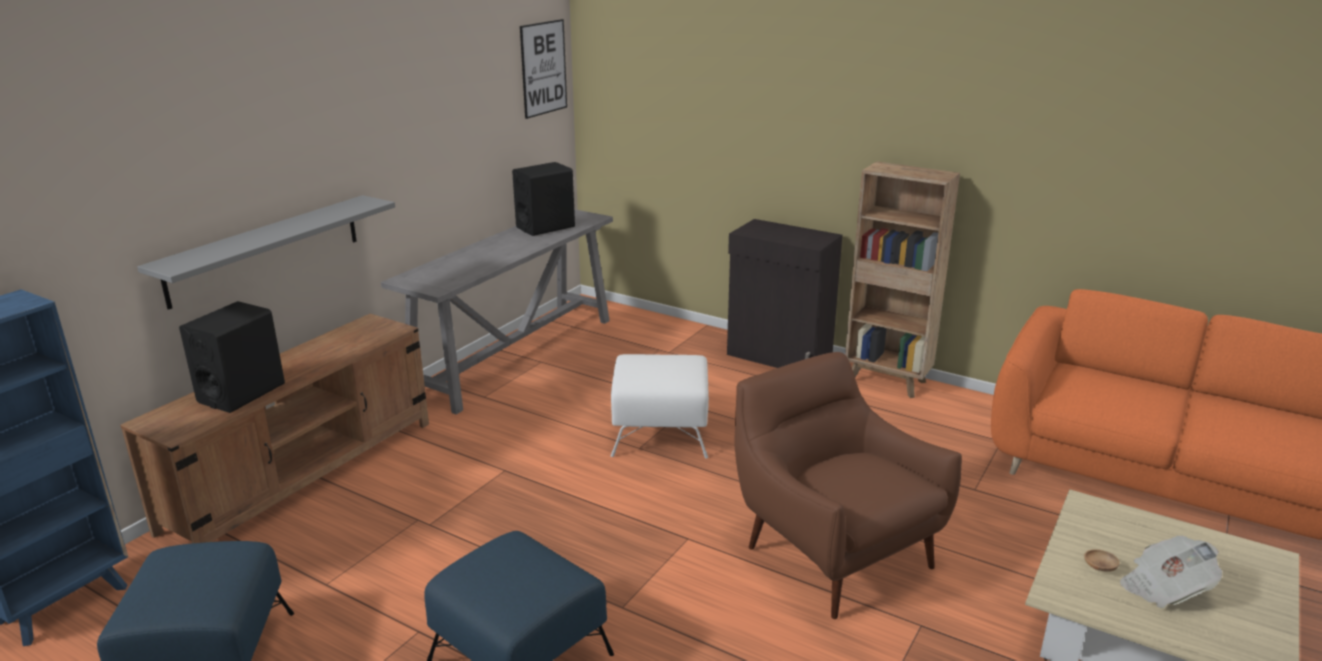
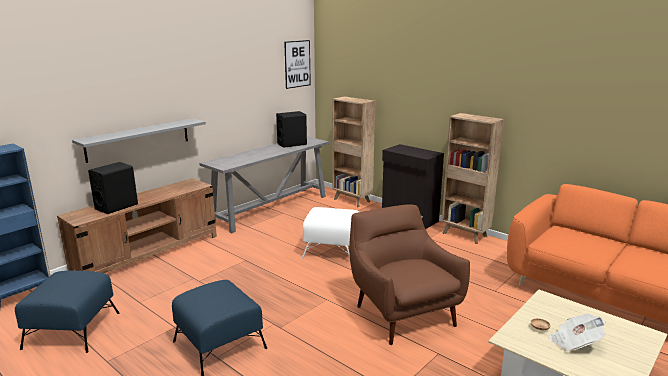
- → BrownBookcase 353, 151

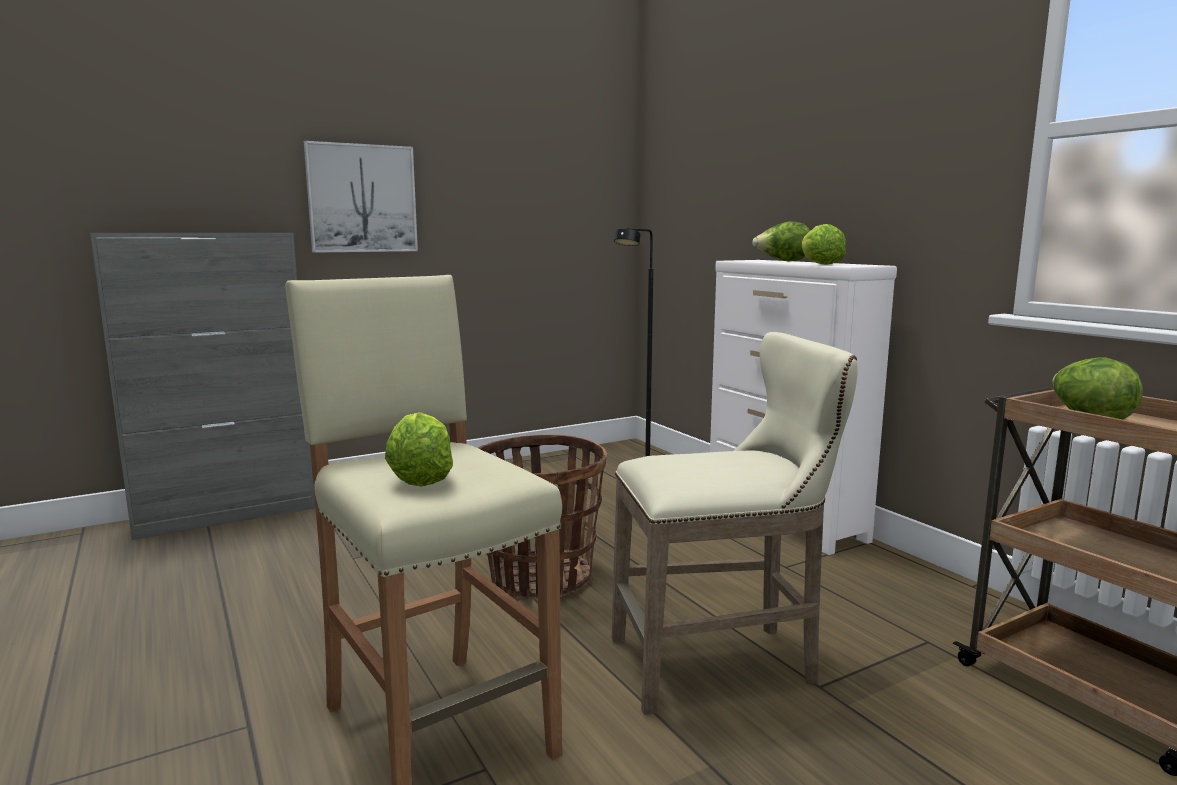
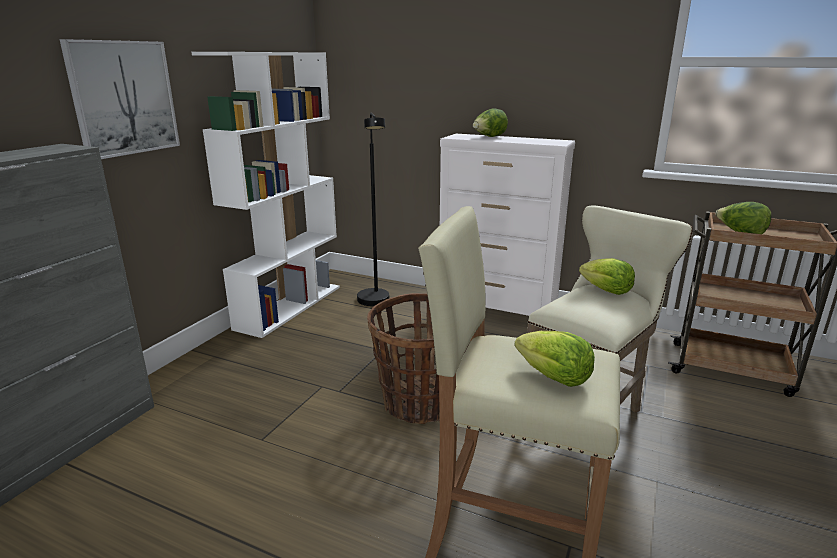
- → WhiteBookcase 266, 195
Lettuce 824, 244 → Lettuce 607, 276, move

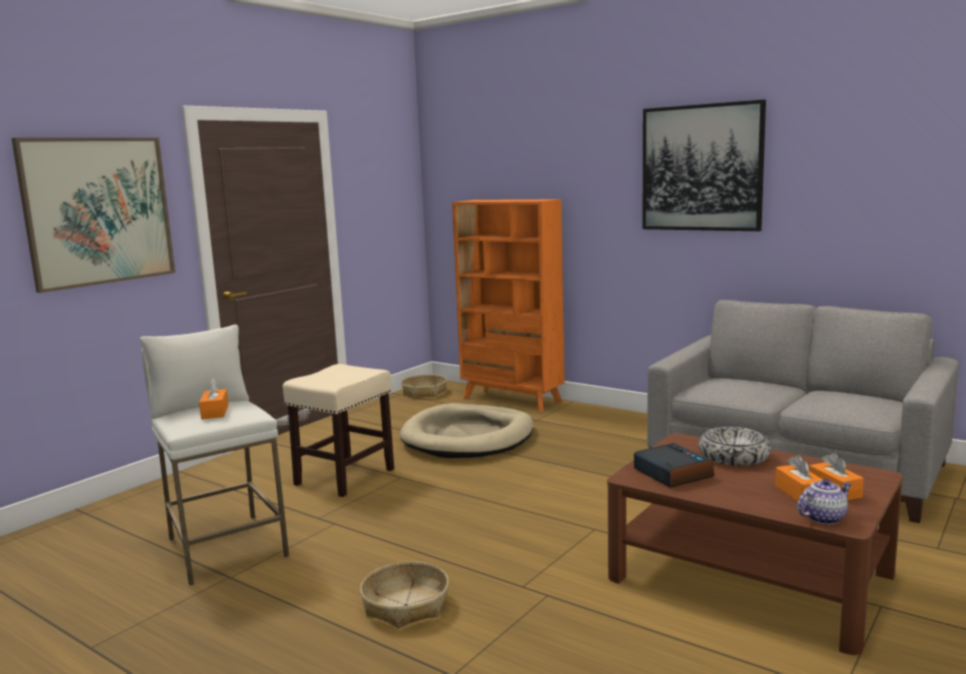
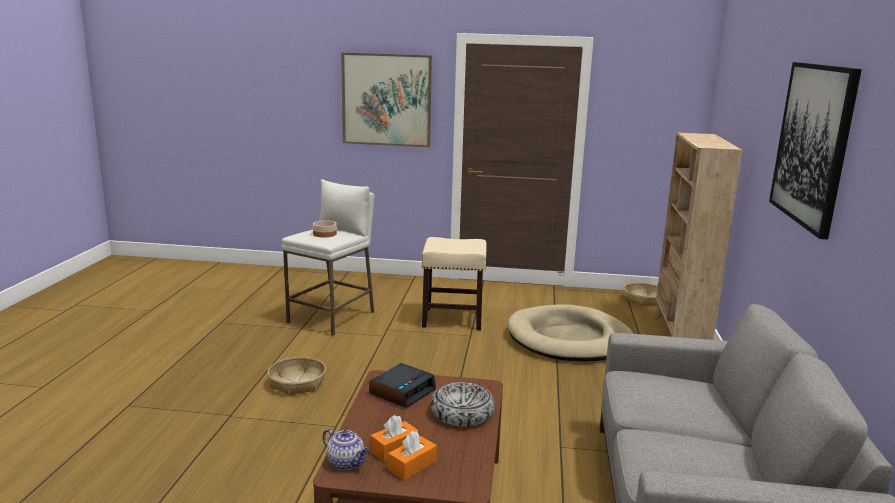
OrangeTissueBox 213, 398 → Bowl 325, 229
OrangeBookcase 508, 305 → BeigeBookcase 698, 236

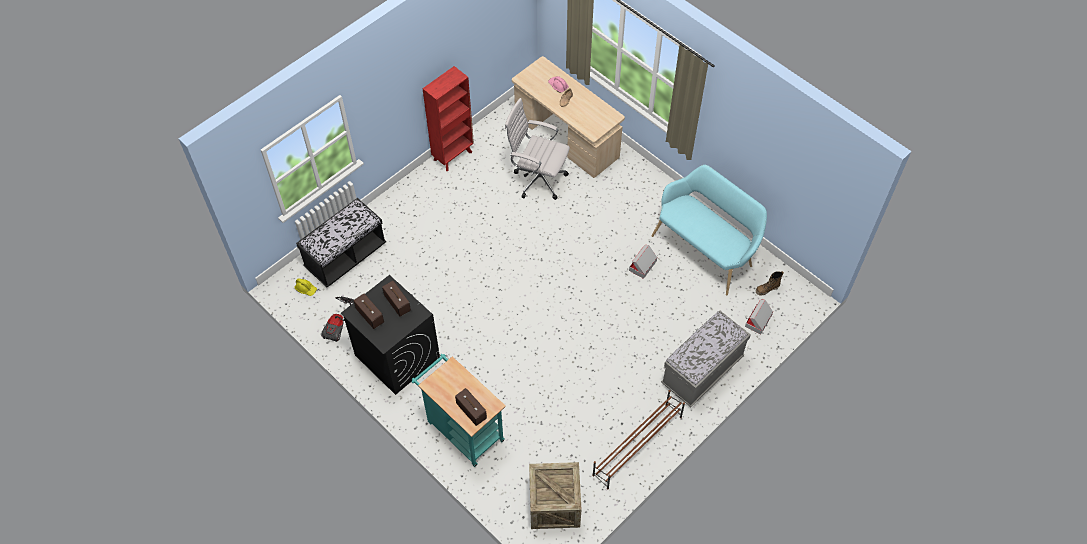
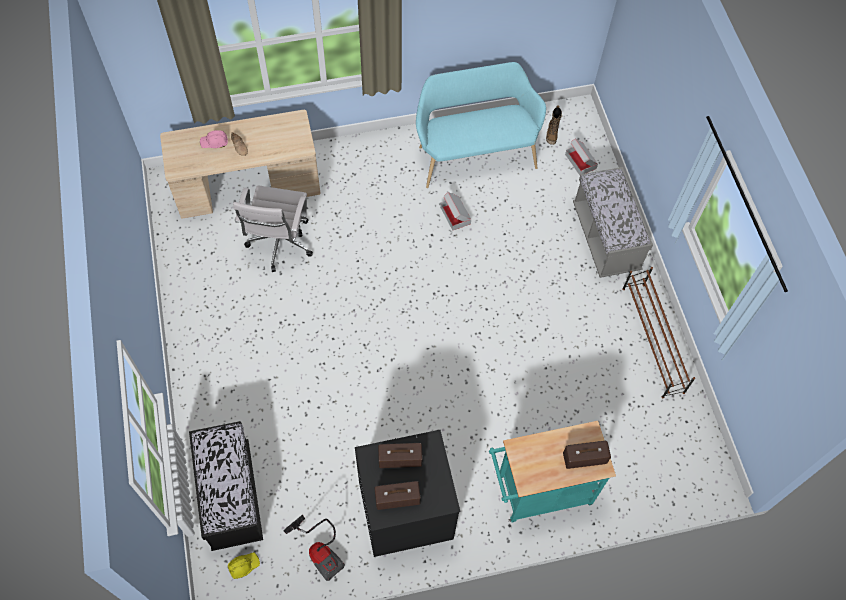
RedBookcase 448, 118 → -
Crate 555, 495 → -
WhiteOfficeChair 537, 149 → WhiteOfficeChair 273, 228, 45 degrees counterclockwise

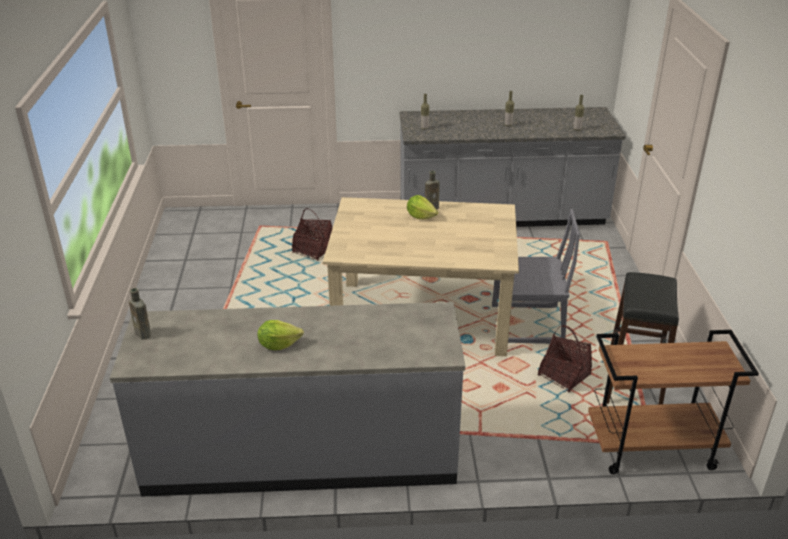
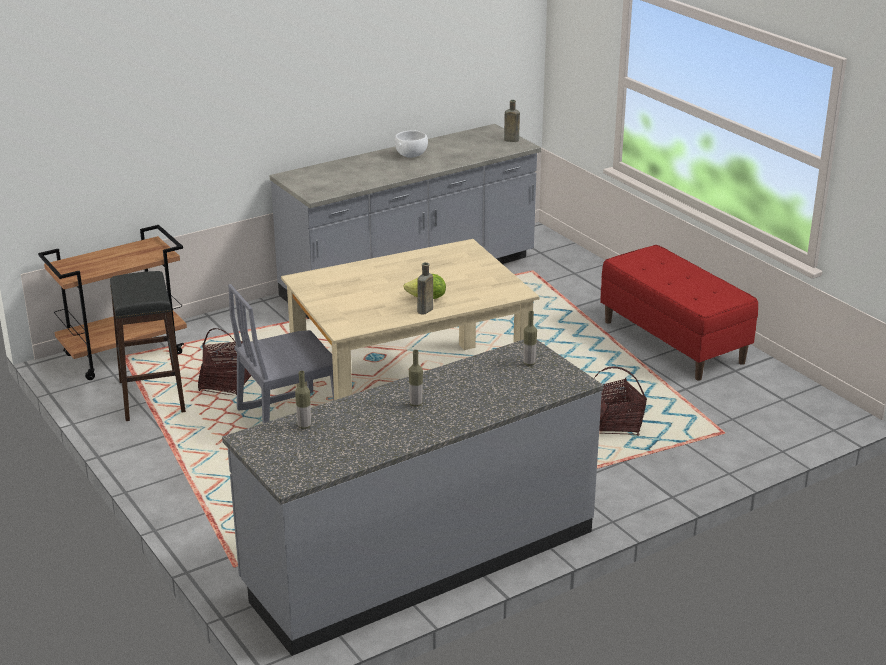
- → RedBench 679, 313
Lettuce 280, 335 → WhiteBowl 411, 144

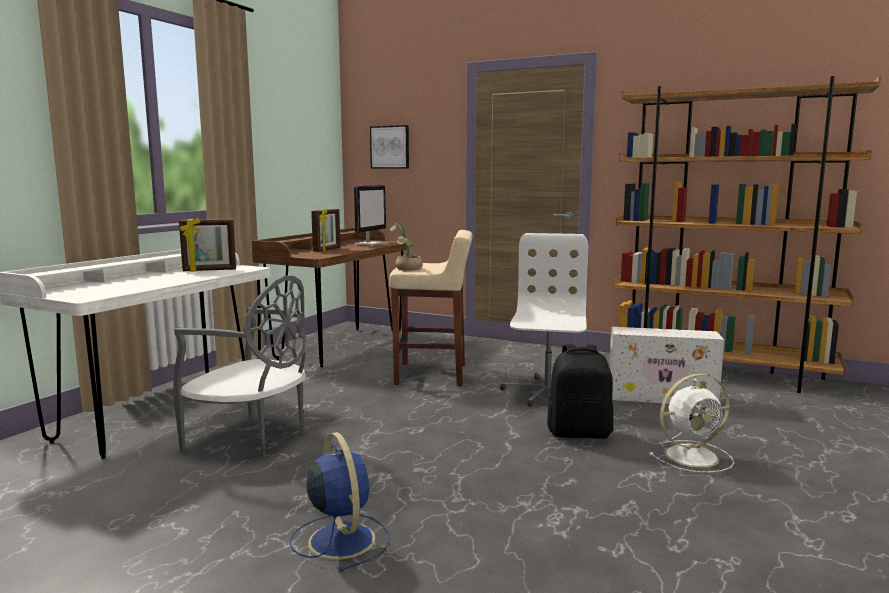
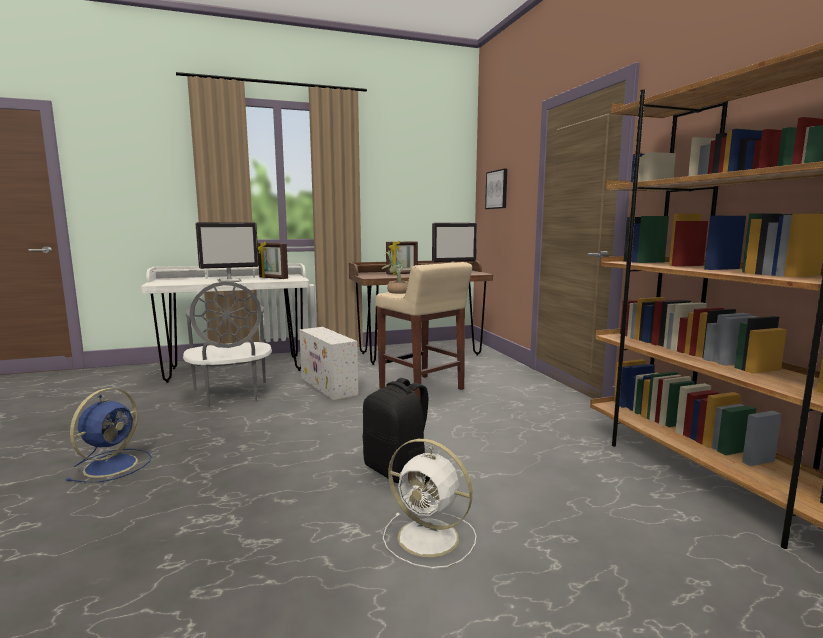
WhiteOfficeChair 544, 320 → -
- → Monitor 227, 252
WhiteStorageBox 666, 365 → WhiteStorageBox 328, 363, move

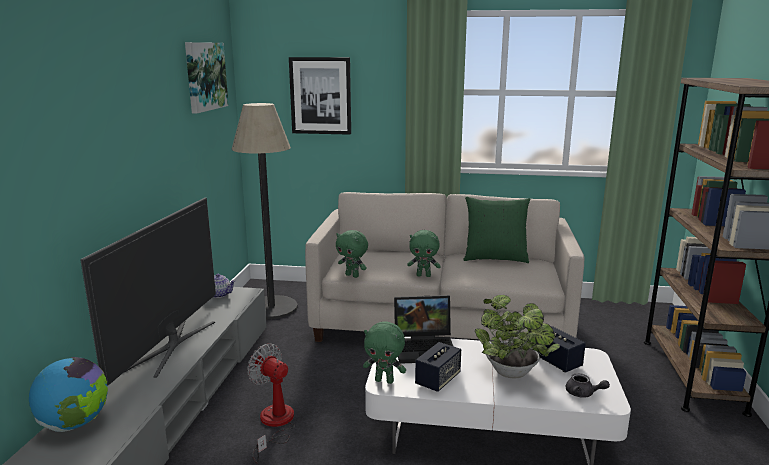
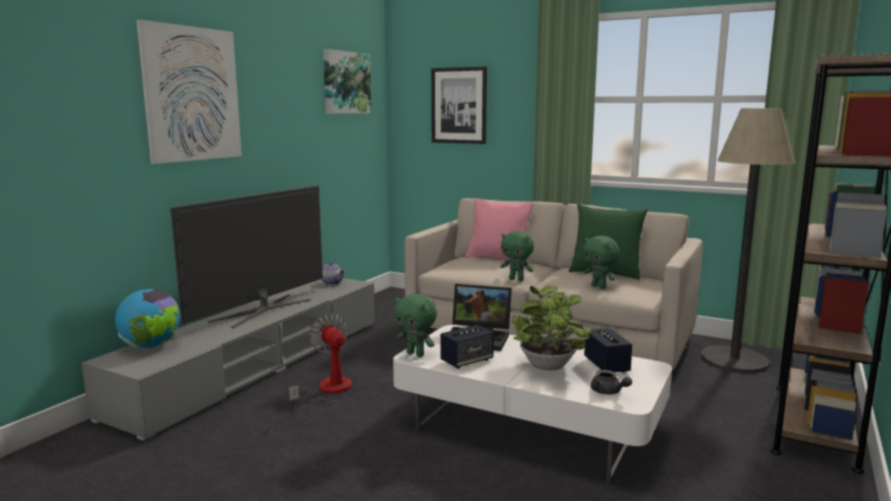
- → Picture 189, 92
- → PinkPillow 500, 229
FloorLamp 265, 211 → FloorLamp 748, 240, move
GreenPlushToy 352, 254 → GreenPlushToy 601, 262, move

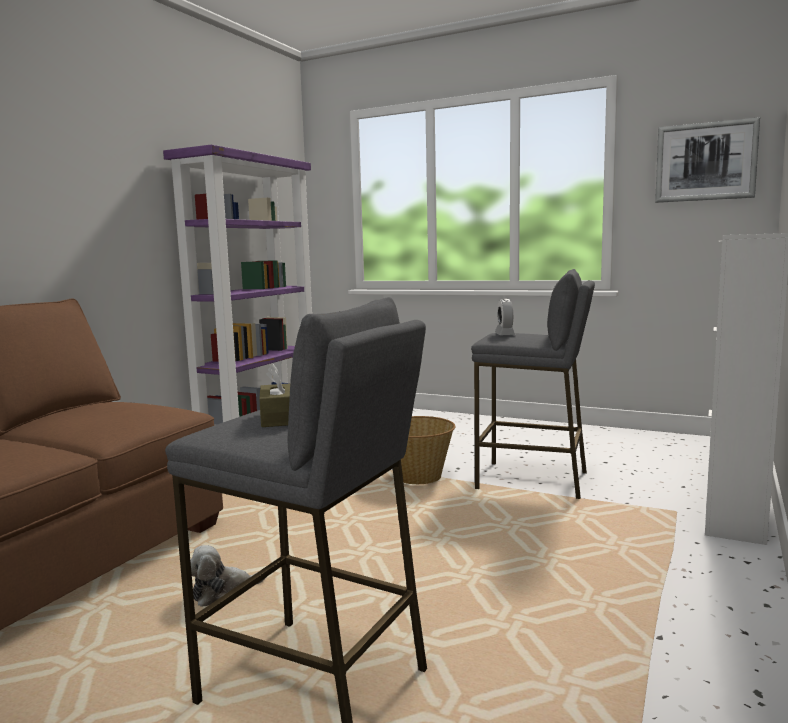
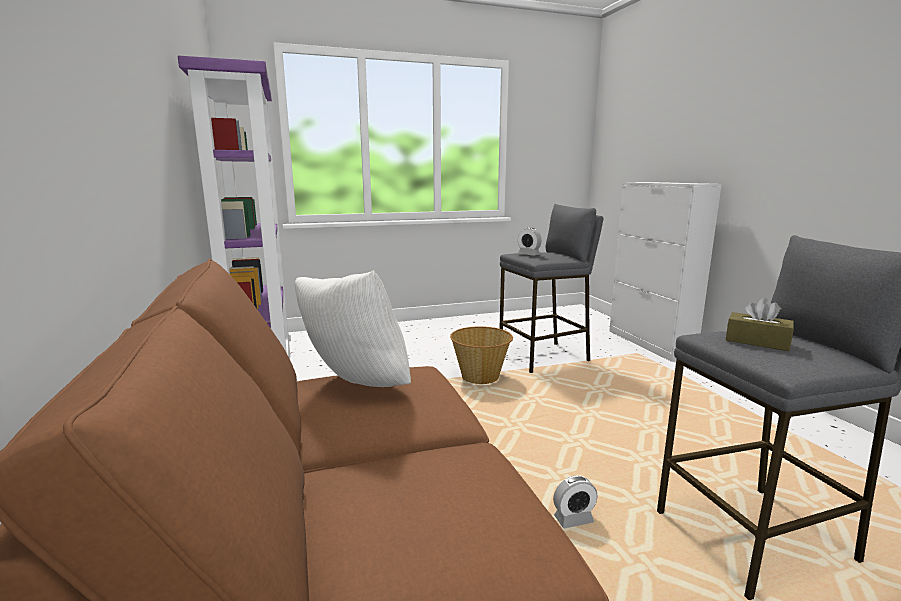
Picture 707, 160 → -
- → WhitePillow 353, 328
PlushToy 227, 575 → AlarmClock 575, 501

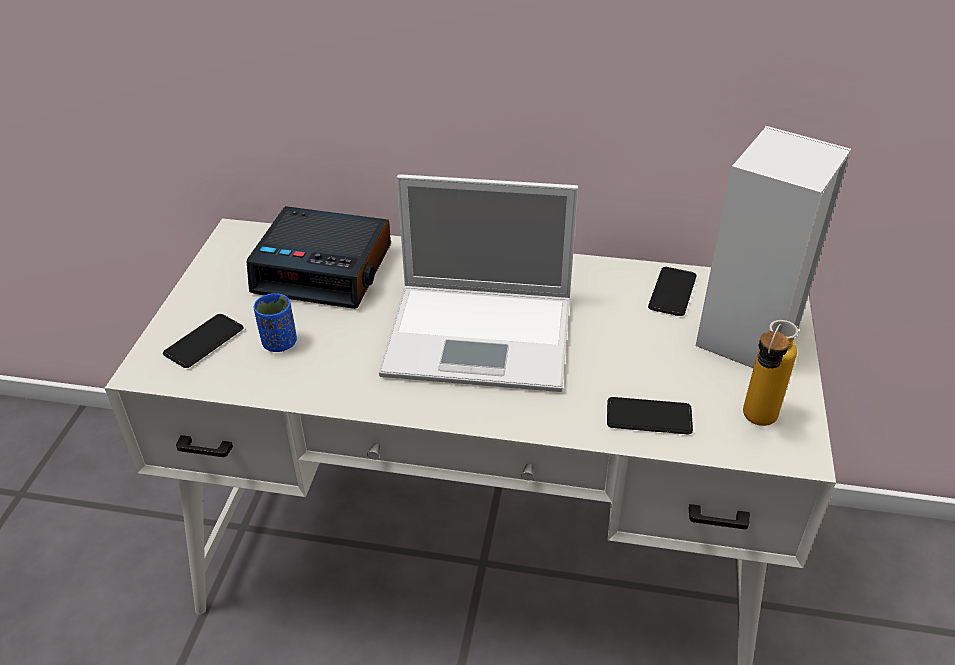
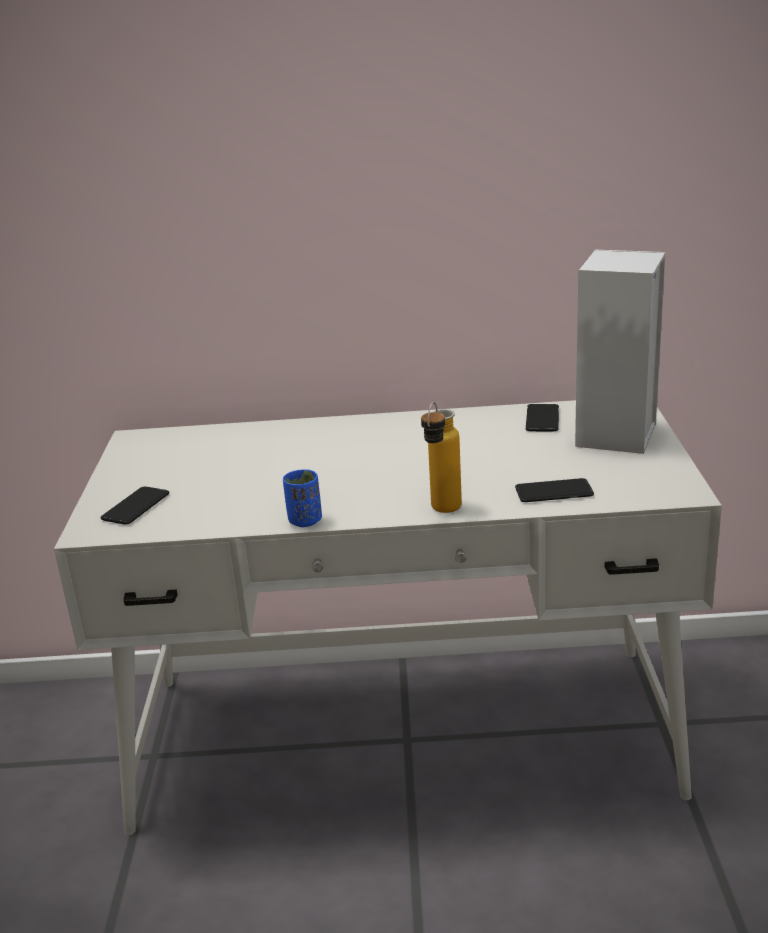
AlarmClock 318, 257 → -
Laptop 478, 283 → -
BlueCup 275, 322 → BlueCup 302, 498, move
Bottle 771, 373 → Bottle 441, 457, move

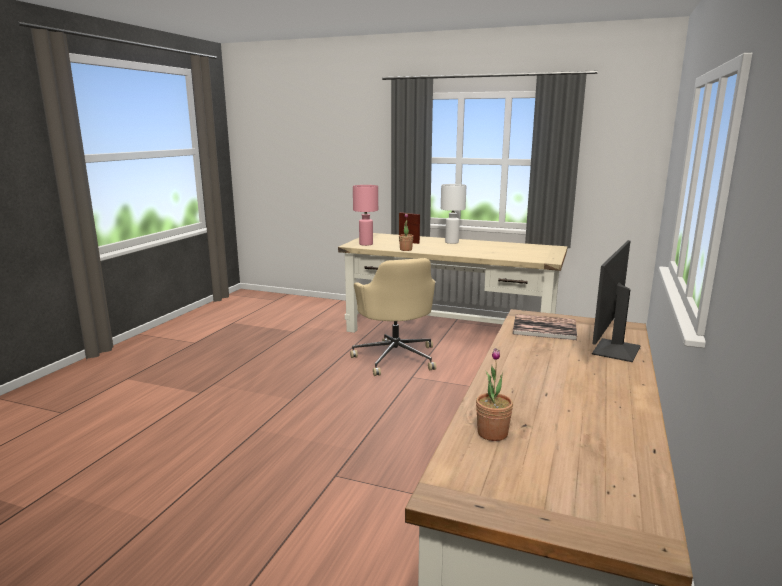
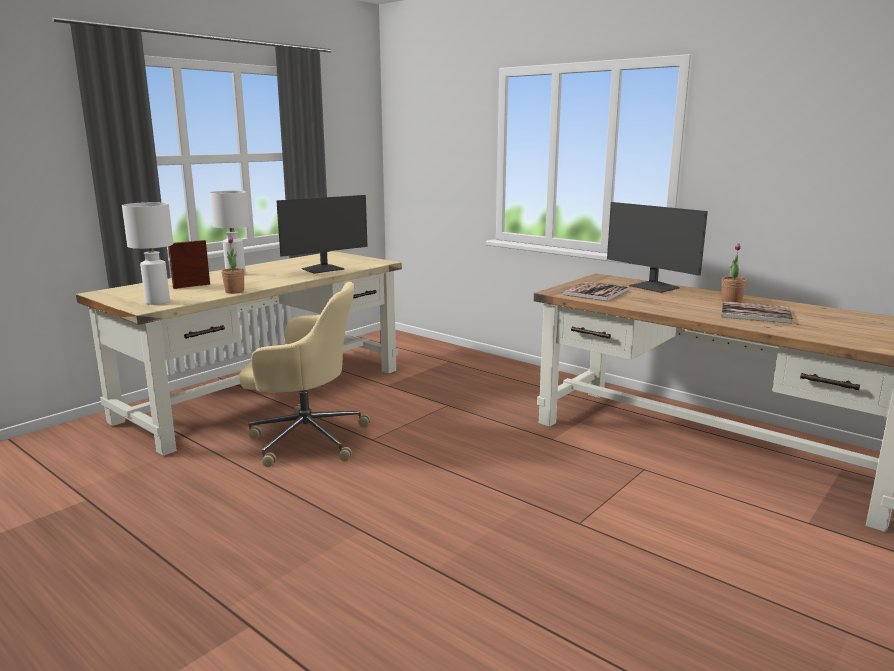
- → Monitor 322, 234
- → Book 757, 312
PottedPlant 494, 394 → PottedPlant 734, 273, move
PinkTableLamp 365, 215 → WhiteTableLamp 147, 253

